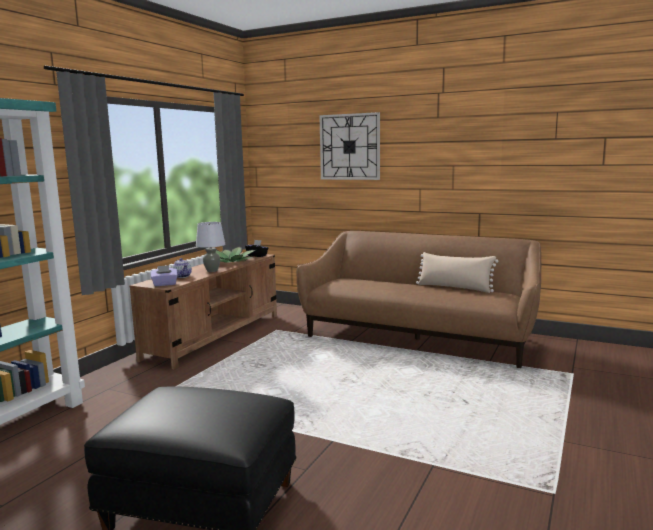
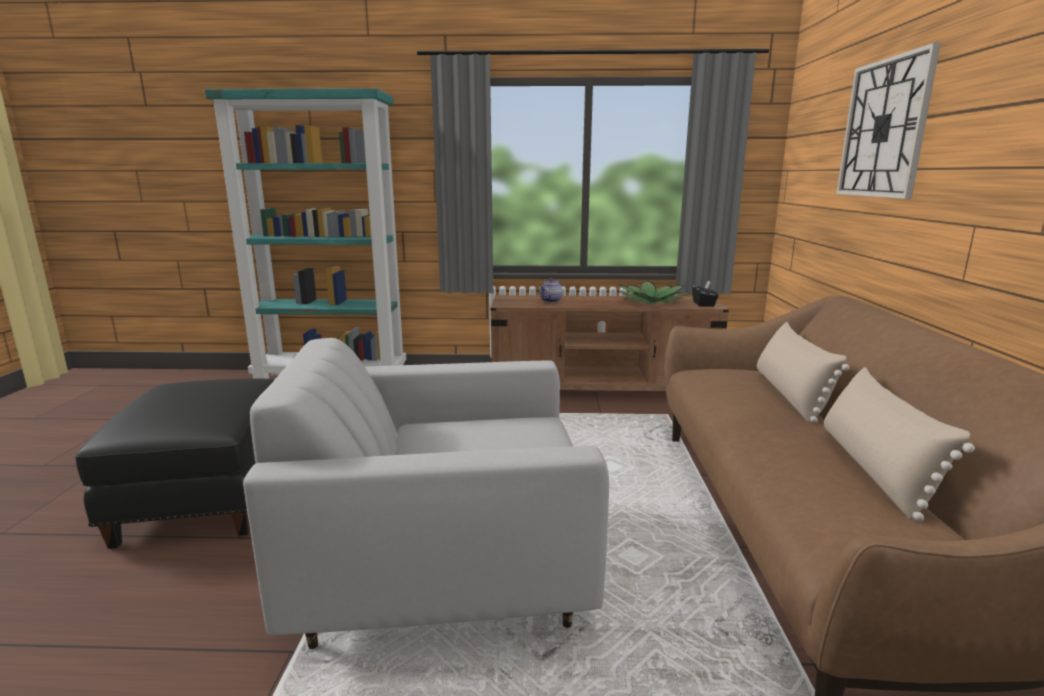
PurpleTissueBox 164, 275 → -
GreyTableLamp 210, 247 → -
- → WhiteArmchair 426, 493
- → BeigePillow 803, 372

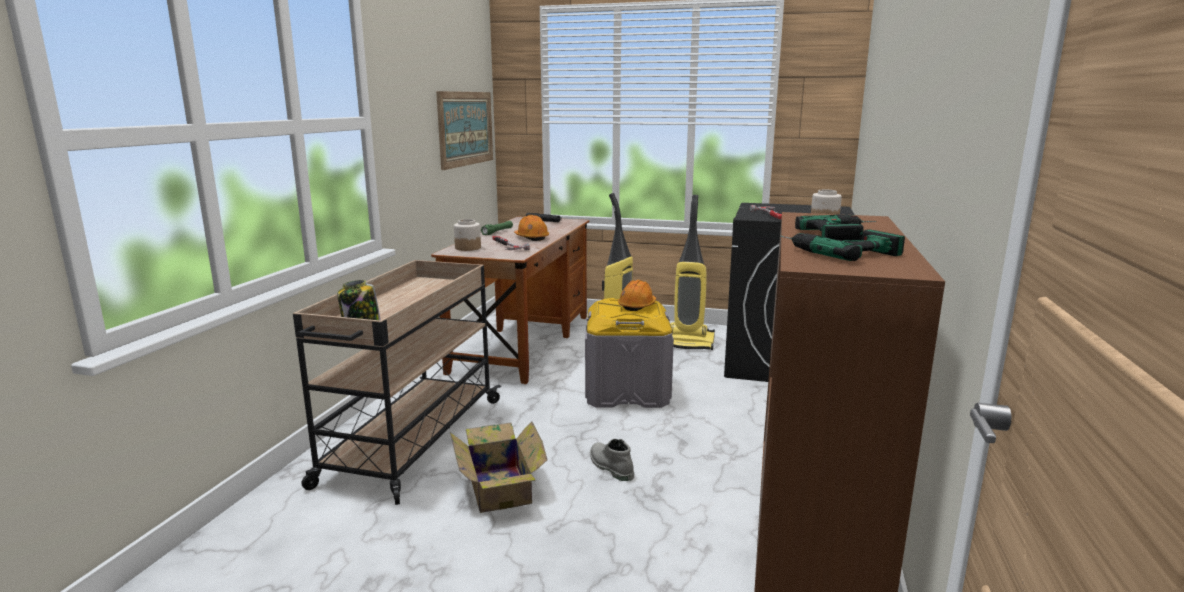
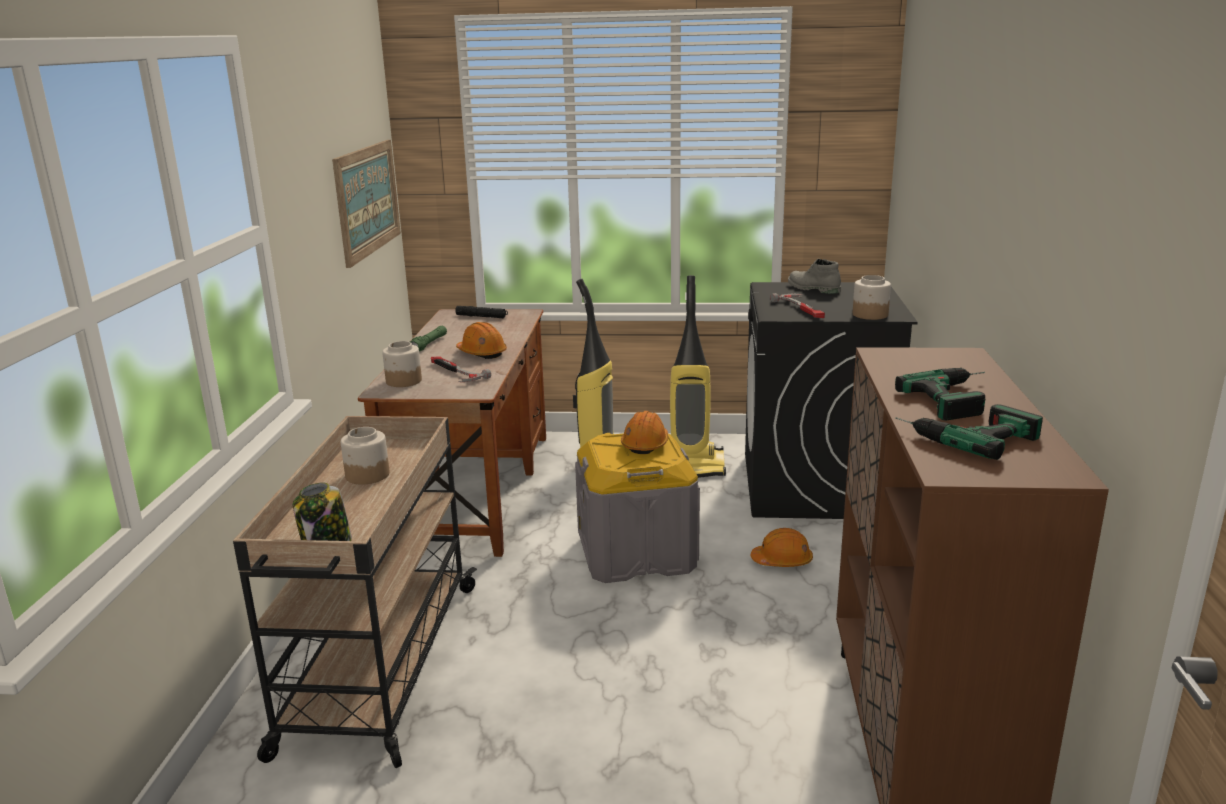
CardboardBox 498, 467 → -
- → Jar 365, 456
- → OrangeHardHat 781, 547
GreyBoot 612, 460 → GreyBoot 814, 276, move

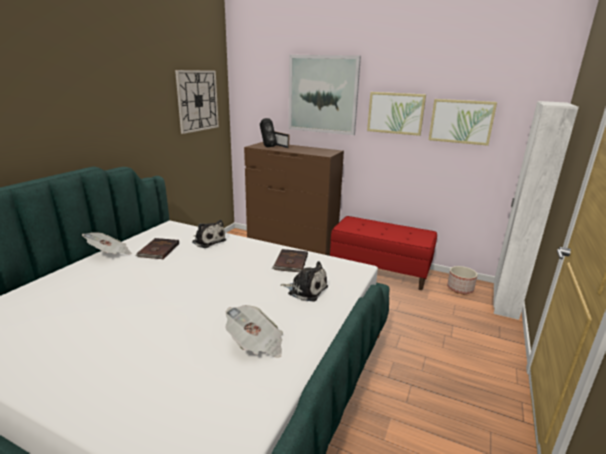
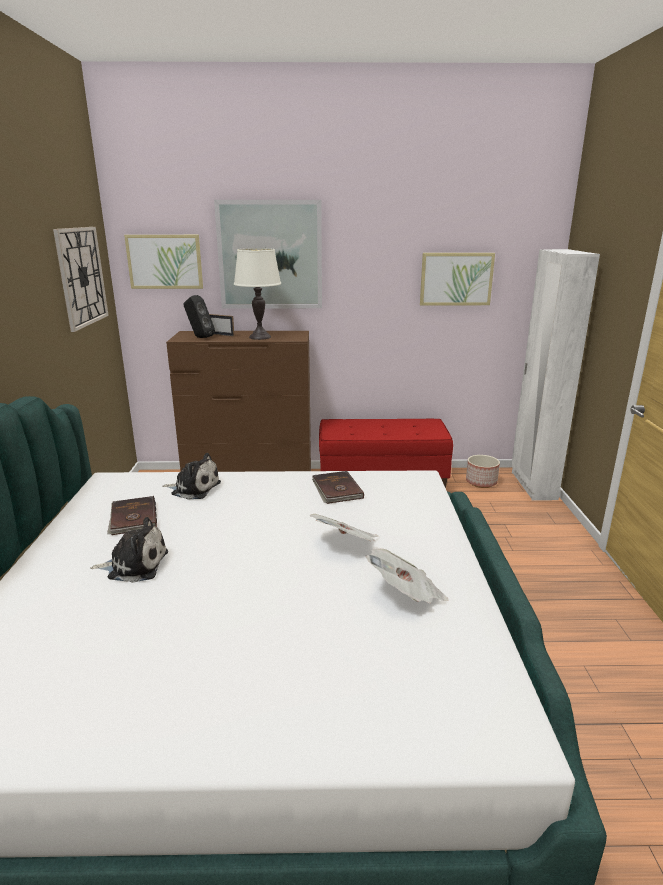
- → WhiteTableLamp 257, 294
Newspaper 107, 243 → Newspaper 344, 527, move
PlushToy 304, 281 → PlushToy 129, 550, move
Picture 396, 114 → Picture 163, 262, move

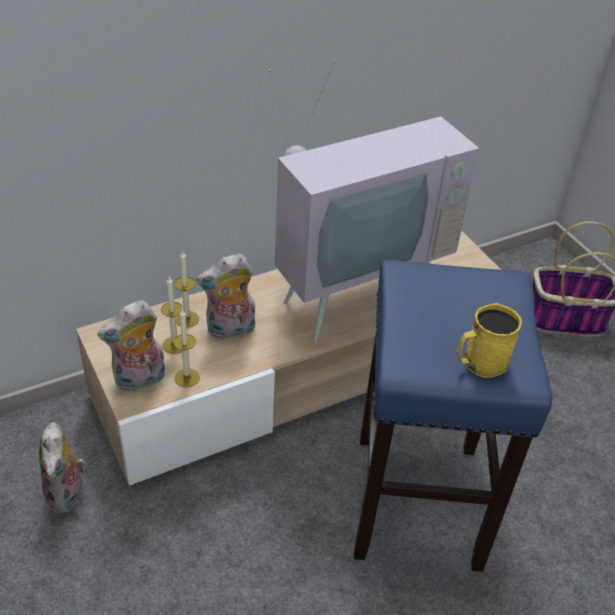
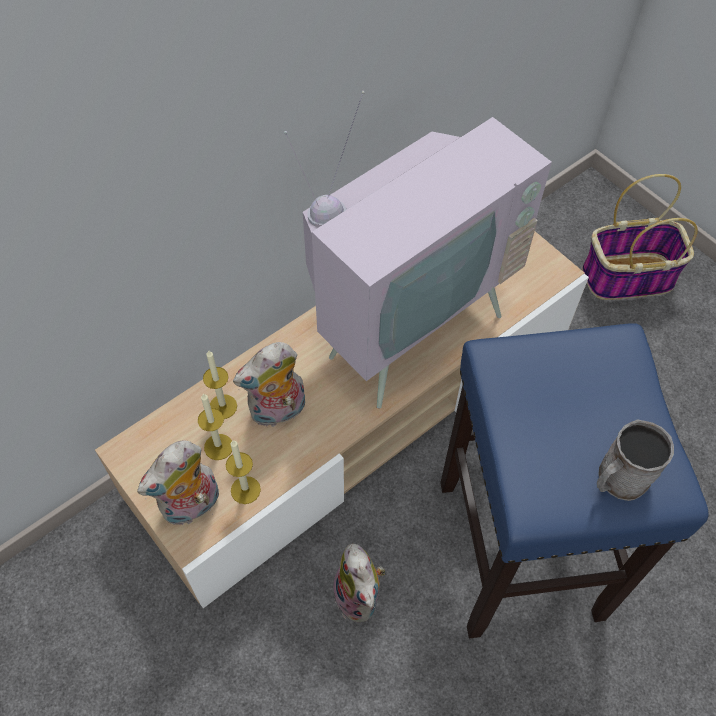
PlushToy 62, 468 → PlushToy 359, 583, move
YellowMug 489, 340 → GreyMug 635, 460

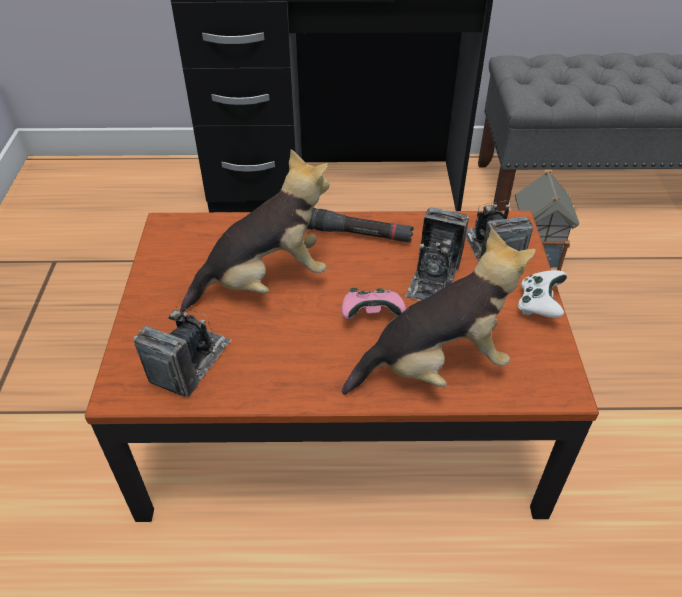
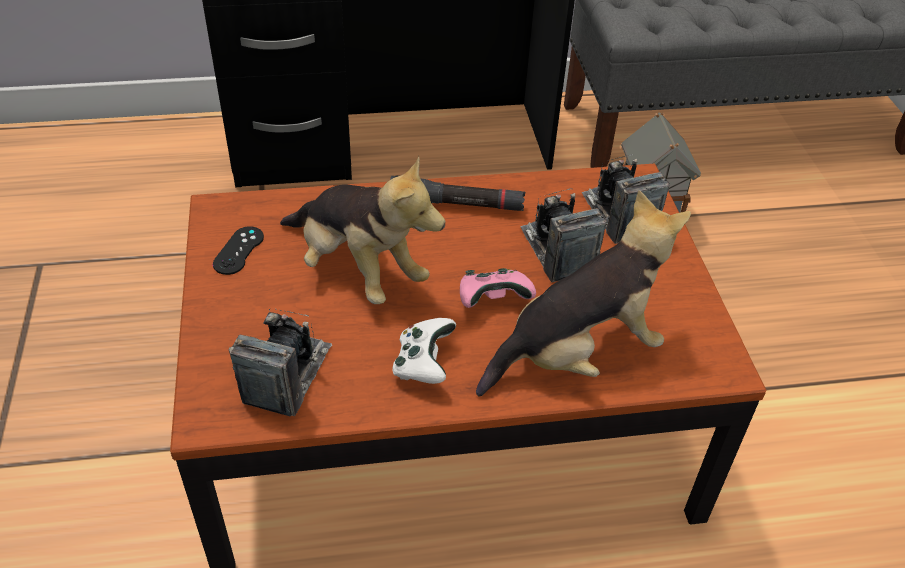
- → BlackGameController 238, 250
WhiteGameController 542, 294 → WhiteGameController 424, 351, move
PlushToy 255, 230 → PlushToy 363, 230, 75 degrees clockwise
PhotoCamera 437, 254 → PhotoCamera 563, 235, 150 degrees clockwise

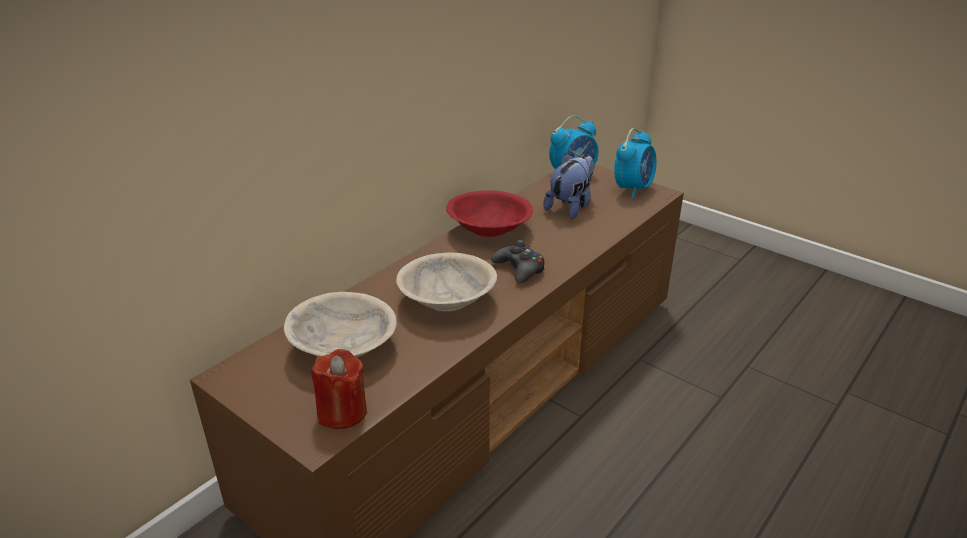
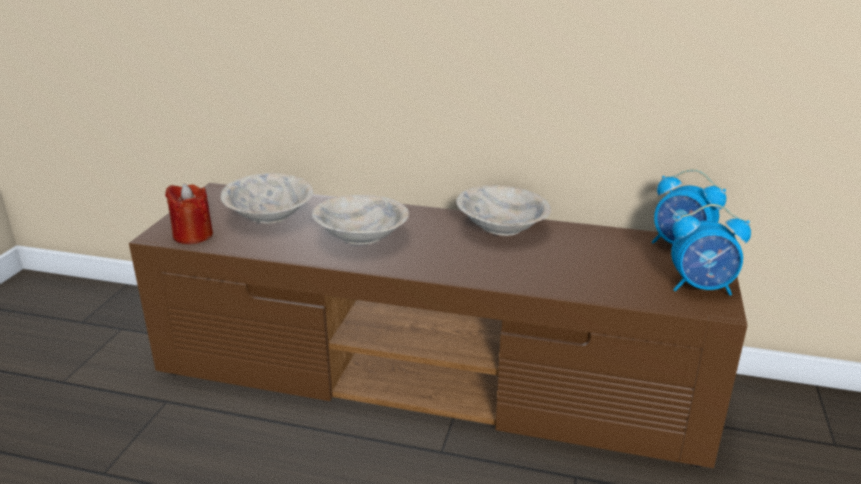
BlackGameController 517, 261 → -
PlushToy 568, 186 → -
RedBowl 489, 213 → BeigeBowl 503, 210

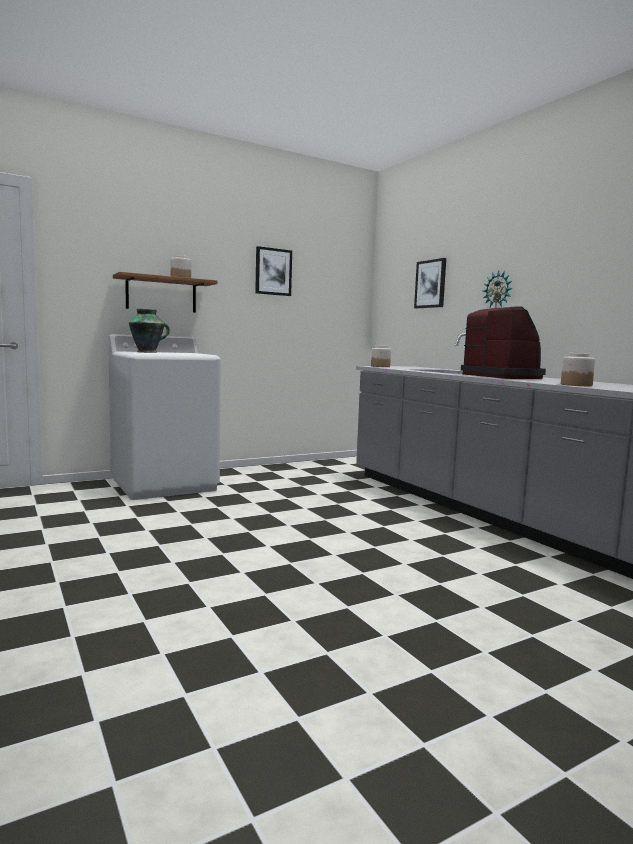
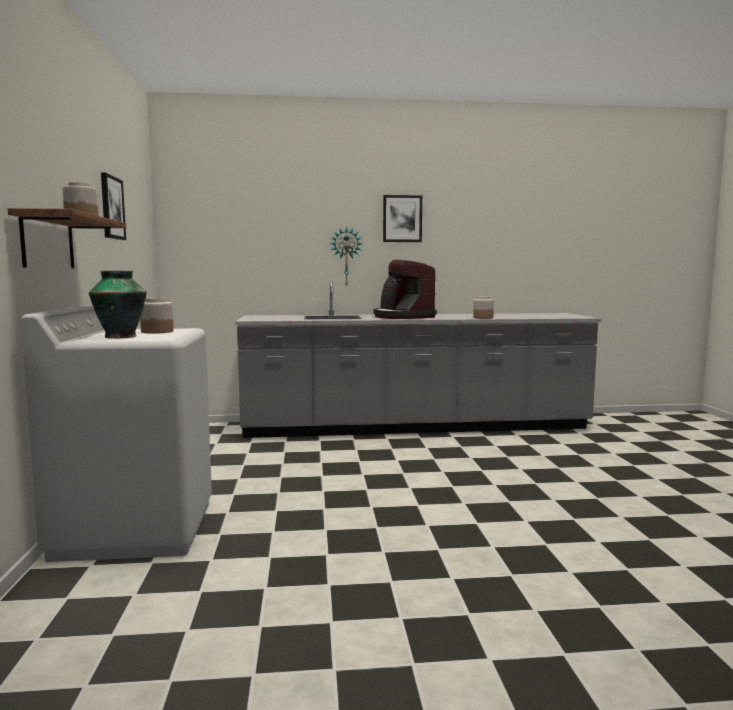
Jar 381, 356 → Jar 157, 316, move
Picture 430, 283 → Picture 402, 218, move
CoffeeMachine 503, 342 → CoffeeMachine 405, 289, 120 degrees counterclockwise

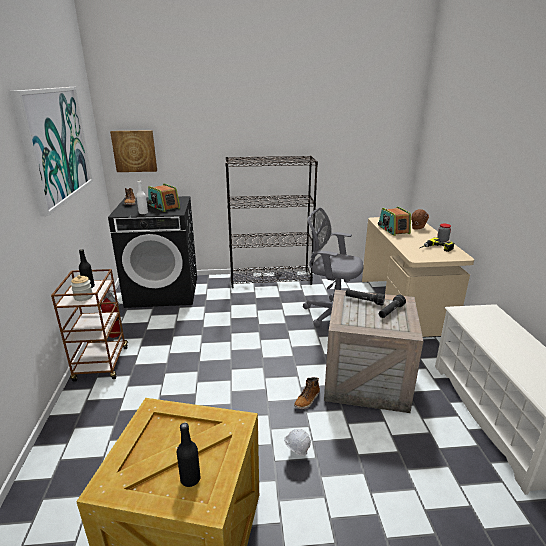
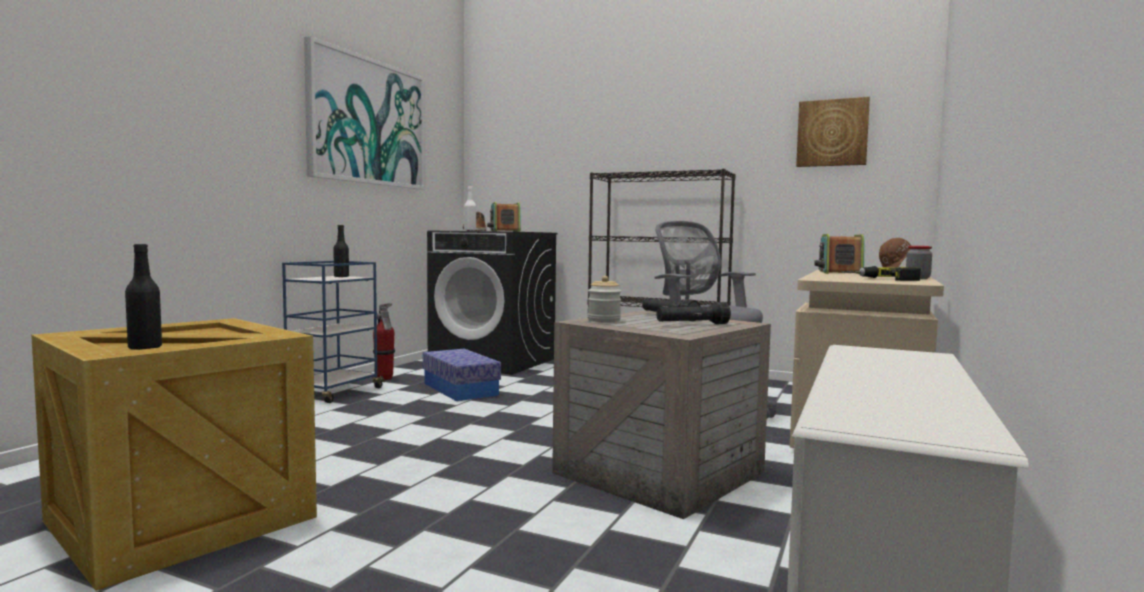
WhiteHardHat 297, 442 → -
Boot 307, 393 → -
- → StorageBox 462, 375
Jar 82, 288 → Jar 604, 299, move
Picture 133, 151 → Picture 833, 132, move
BrownCart 89, 325 → BlueCart 333, 332

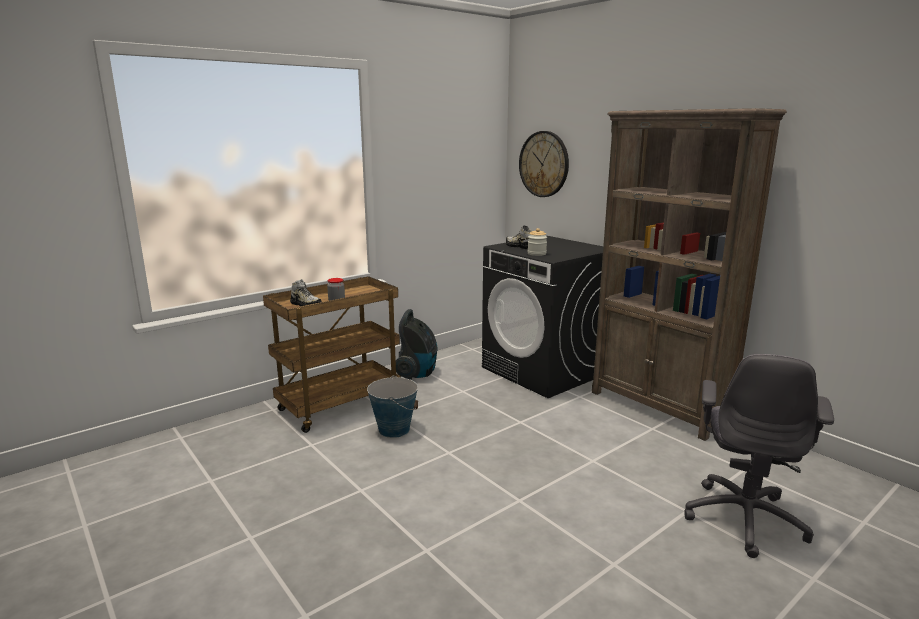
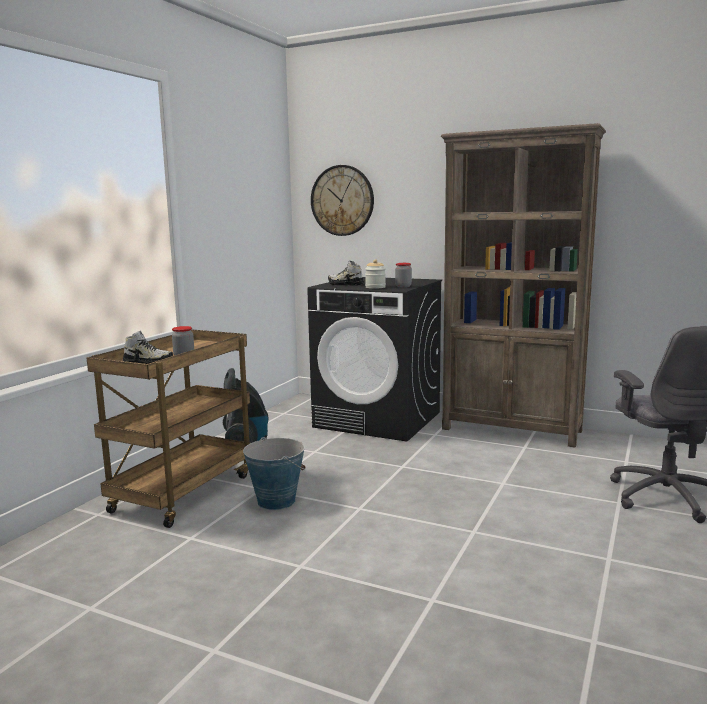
- → Jar 403, 275

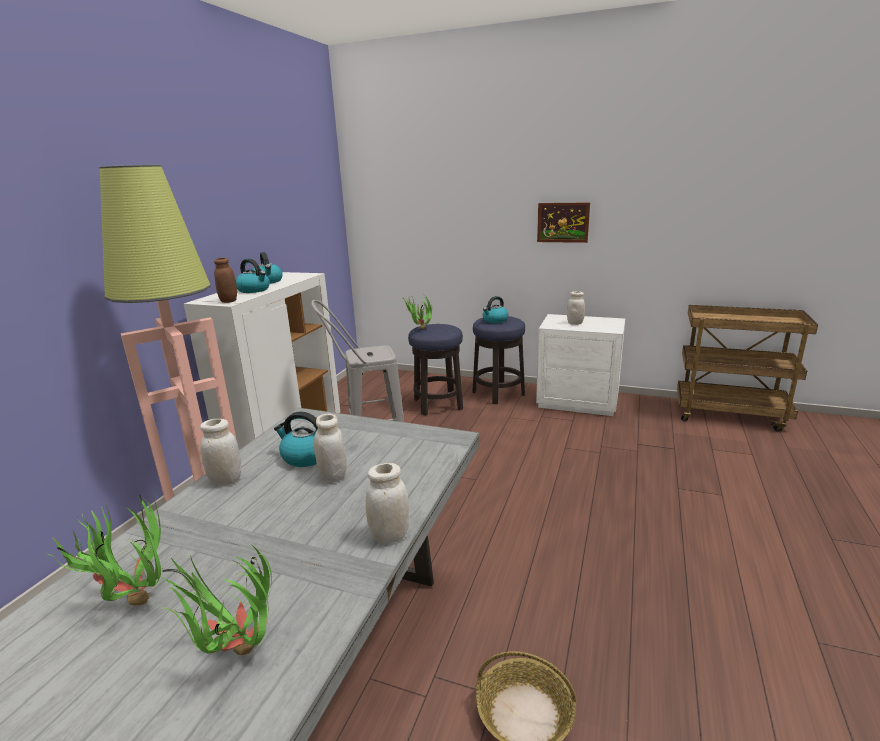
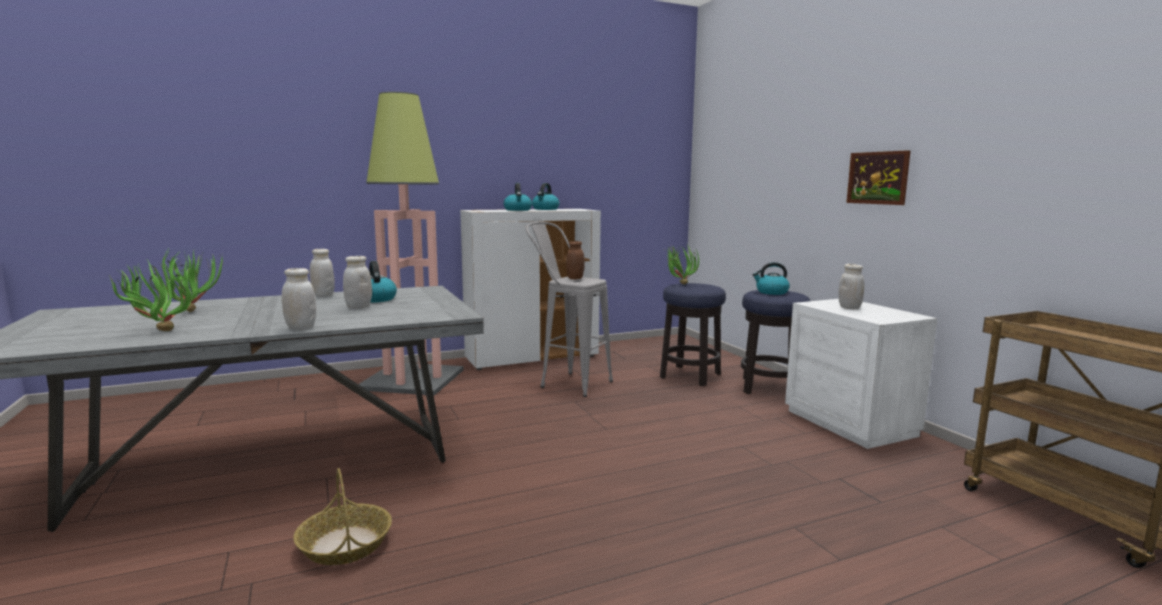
BrownJar 225, 280 → BrownJar 575, 260, move

